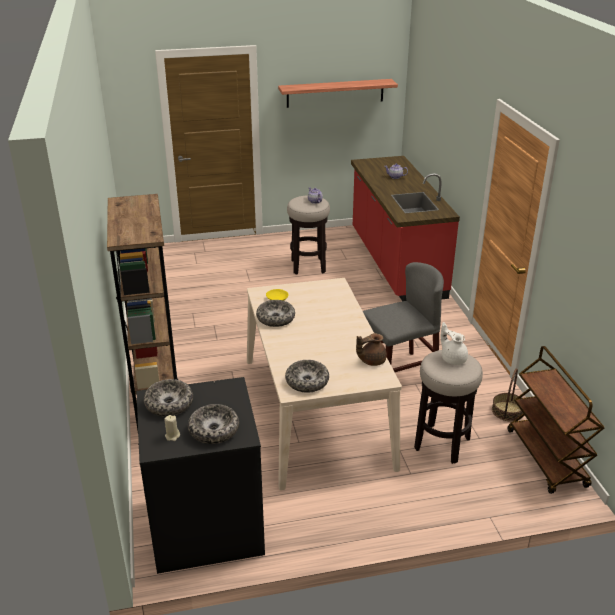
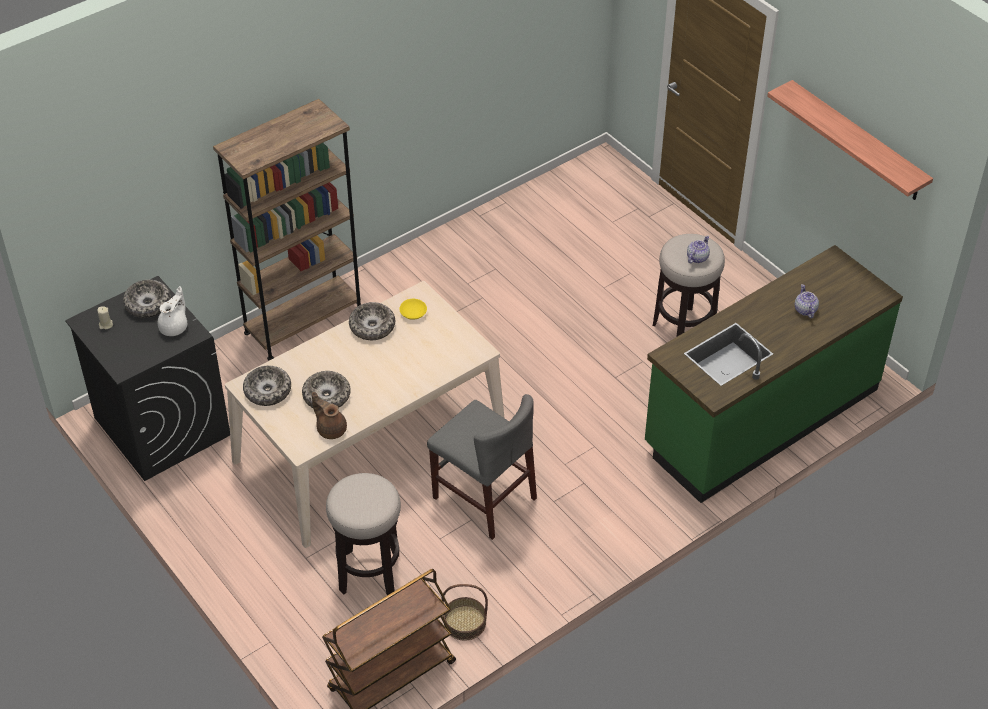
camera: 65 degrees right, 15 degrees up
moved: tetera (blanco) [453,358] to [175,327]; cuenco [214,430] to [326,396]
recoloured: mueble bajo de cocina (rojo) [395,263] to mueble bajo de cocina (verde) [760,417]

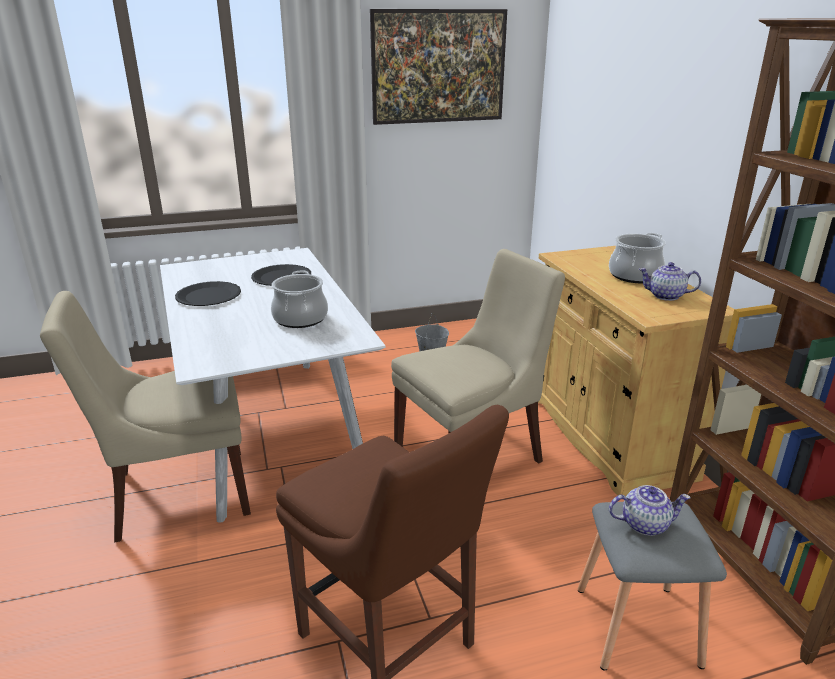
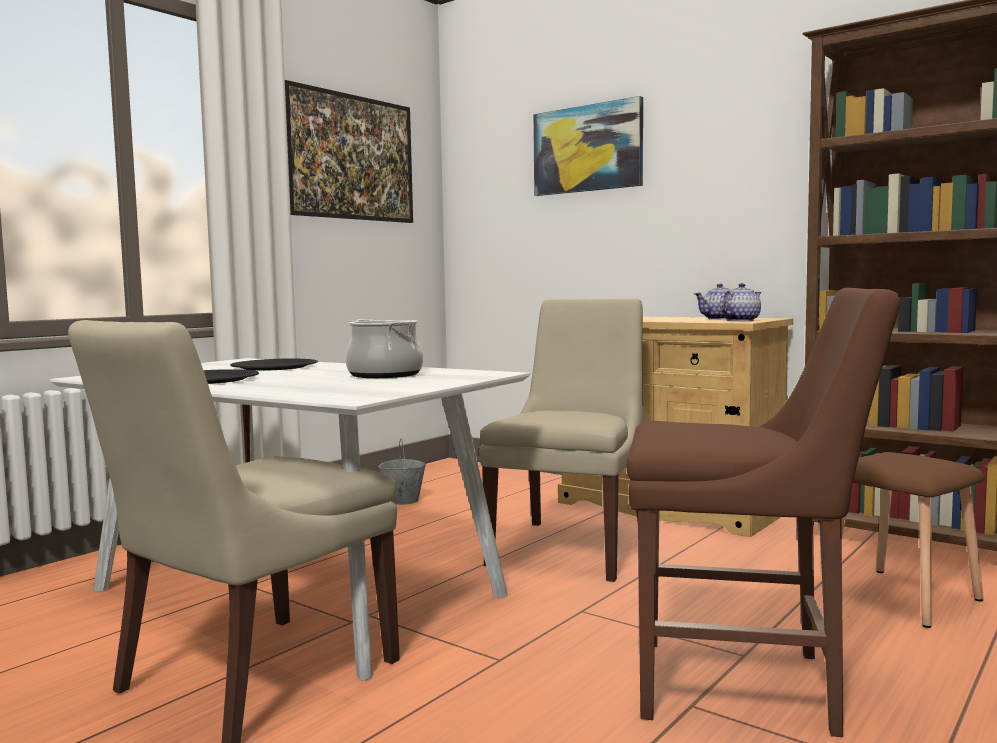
camera: 35 degrees left, 20 degrees down
removed: olla [635,276]
added: cuadro [587,149]
moved: tetera [645,524] to [740,320]
recoloured: taburete (gris) [635,624] to taburete (marrón) [898,596]

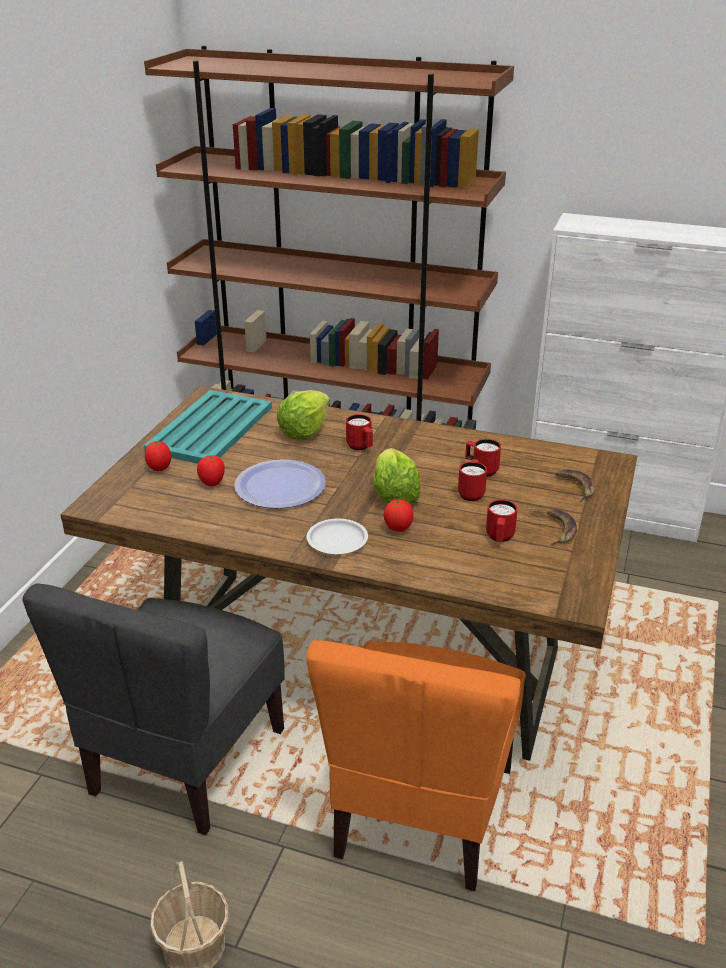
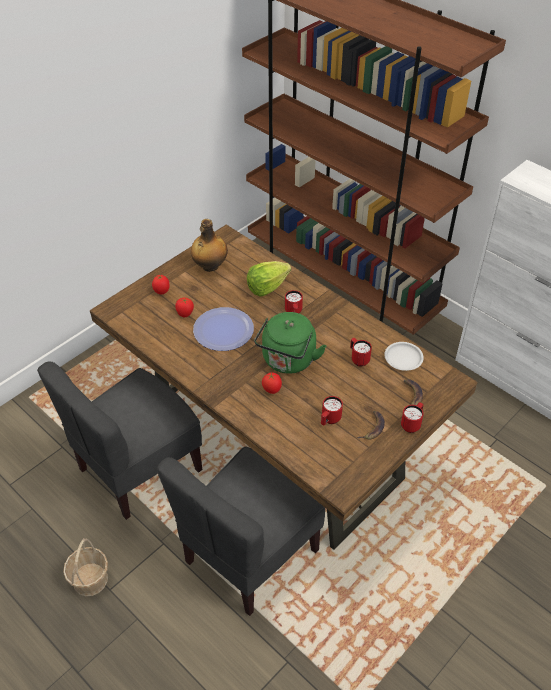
camera: 25 degrees right, 15 degrees up
moved: plato (blanco) [337,540] to [403,358]; taza grande (rojo) [471,493] to [412,424]
replaced: bandeja (turquesa) [209,429] to botella [210,266]; lechuga [394,495] to hervidor (verde) [288,361]
recoloured: silla (naranja) [421,811] to silla (gris) [249,555]

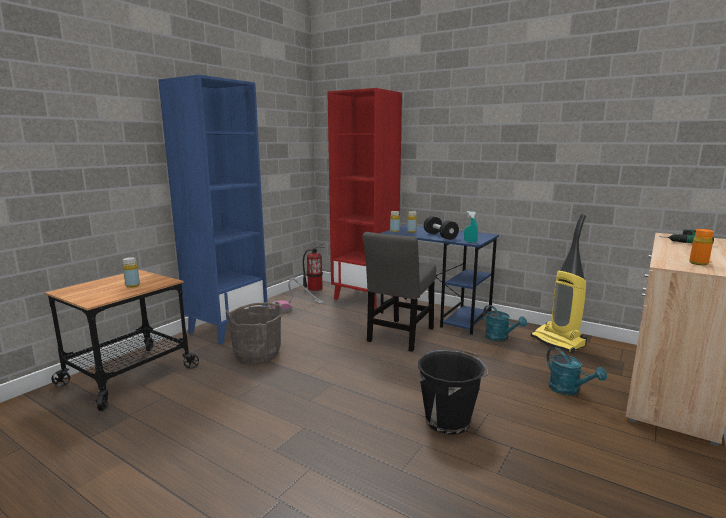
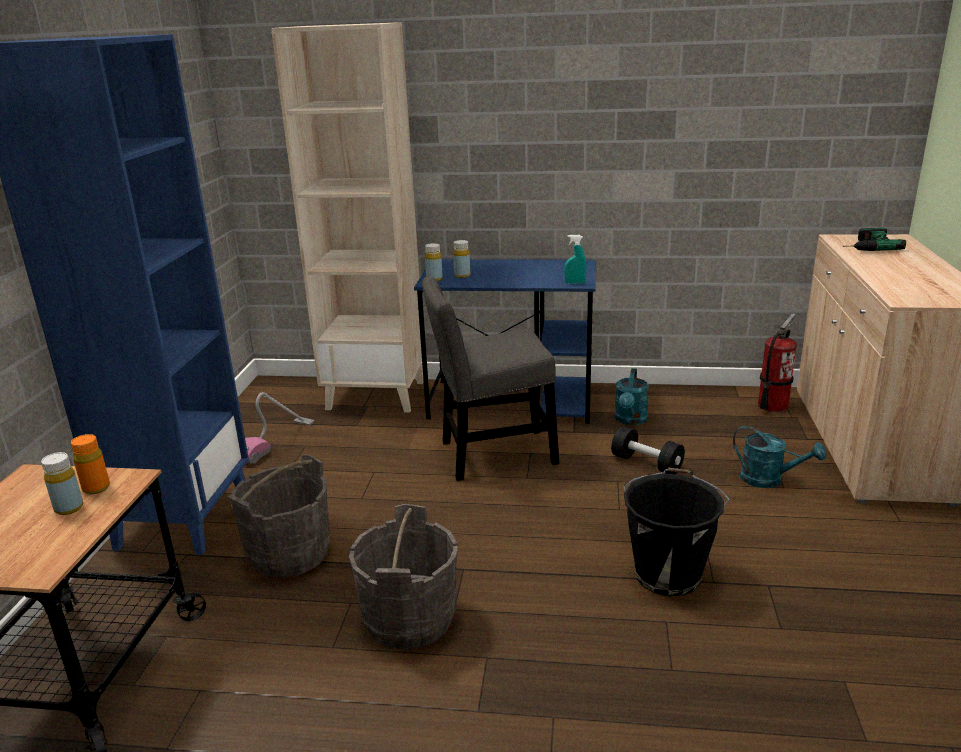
camera: 25 degrees left, 10 degrees up
removed: aspiradora [559,342]
added: cubo (gris) [409,618]
moved: botella (naranja) [698,263] to [96,488]; mancuerna (negro) [440,236] to [646,463]; extintor [314,288] to [772,406]
recoloured: estantería (rojo) [365,298] to estantería (beis) [377,395]
turned: silla (gris) [400,336] = [492,454] 75 degrees clockwise; regadera (turquesa) [500,338] = [630,420] 75 degrees clockwise

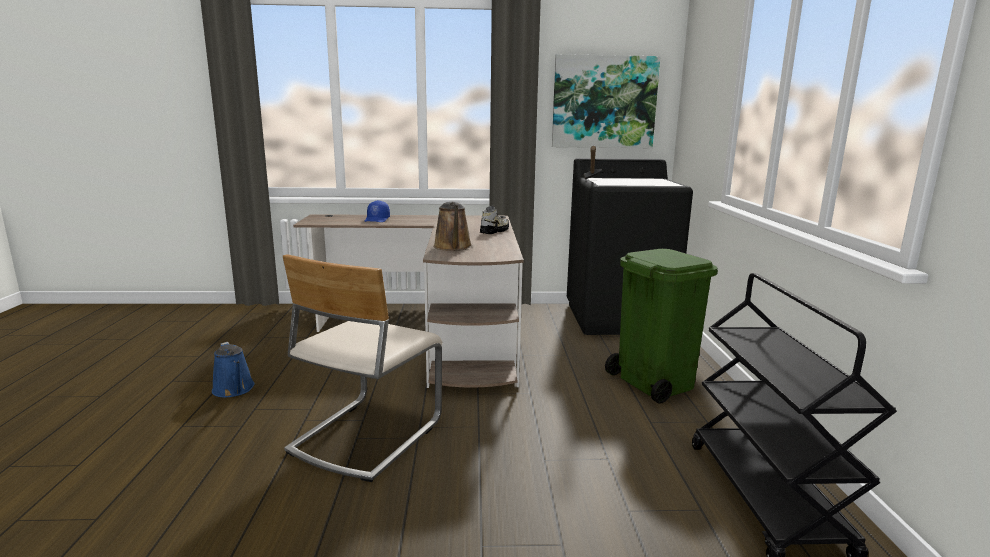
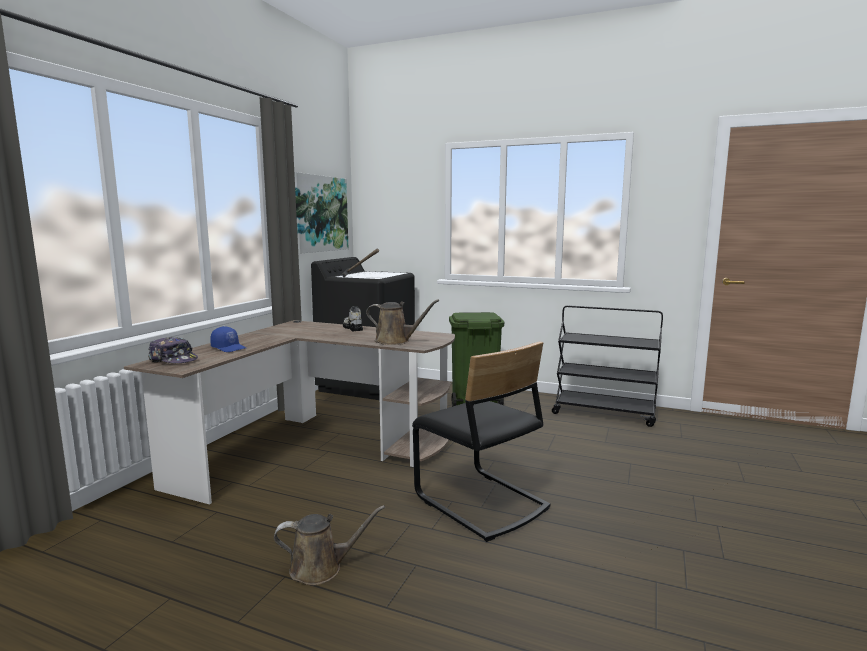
camera: 65 degrees left, 5 degrees down
added: gorra [173,359]
recoloured: regadera (azul) [234,390] to regadera (marrón) [321,568]; silla (beis) [366,436] to silla (negro) [480,503]

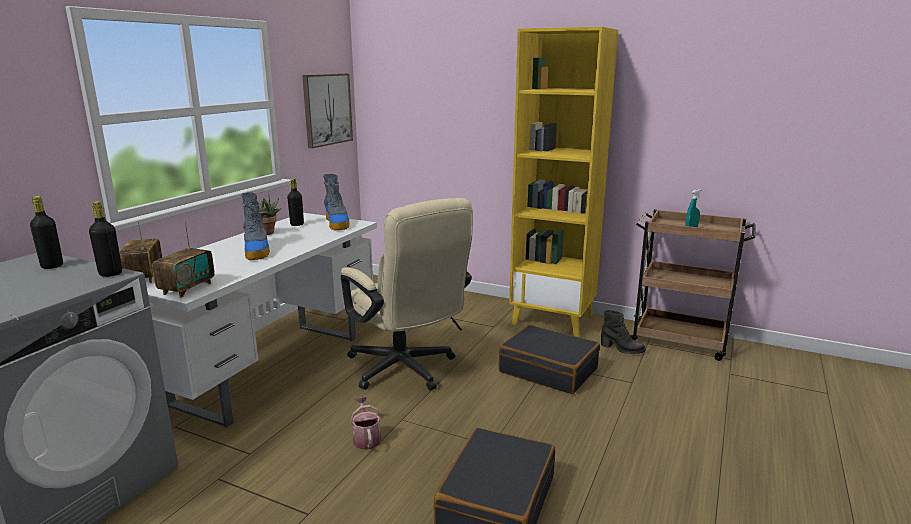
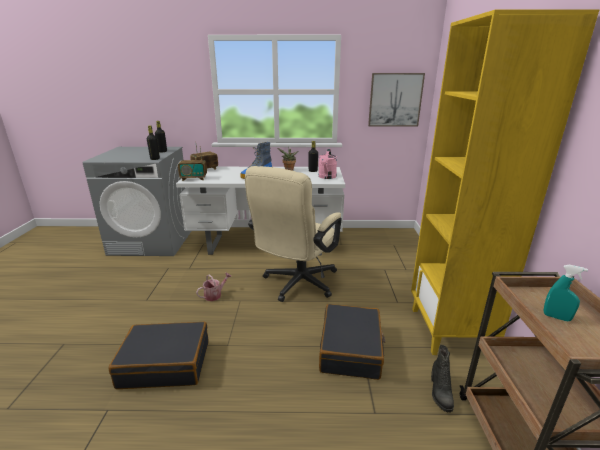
camera: 65 degrees right, 5 degrees up
replaced: bota [337,224] to regadera (rosa) [327,177]

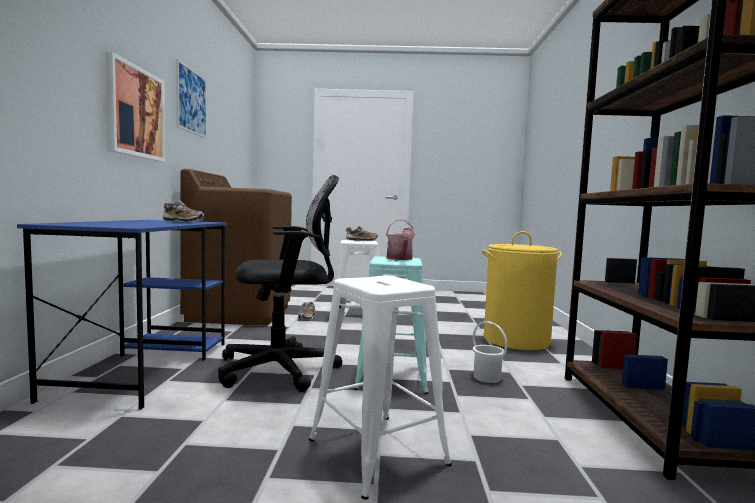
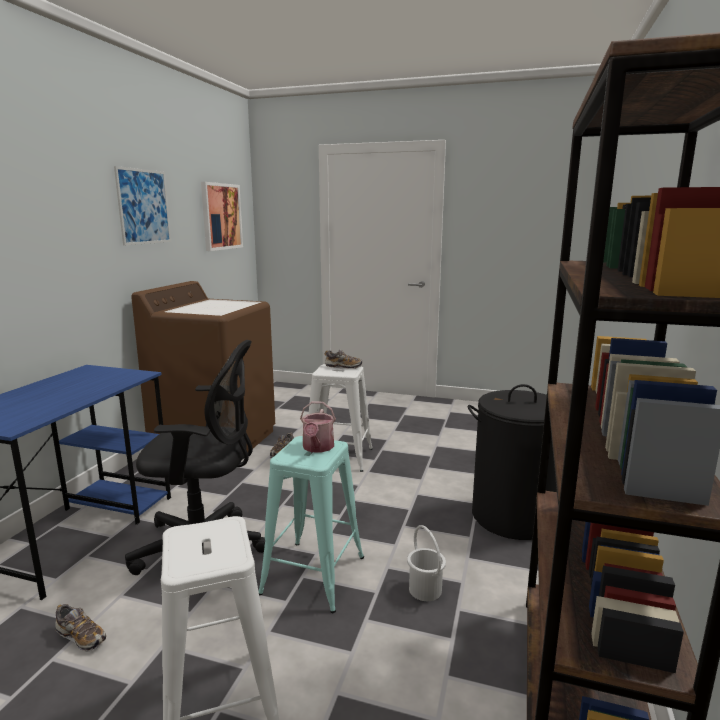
camera: 15 degrees right, 10 degrees up
moved: zapato [183,222] to [81,637]; cuadro [135,112] to [221,216]
recoloured: cesto de la ropa (amarillo) [516,340] to cesto de la ropa (negro) [513,516]

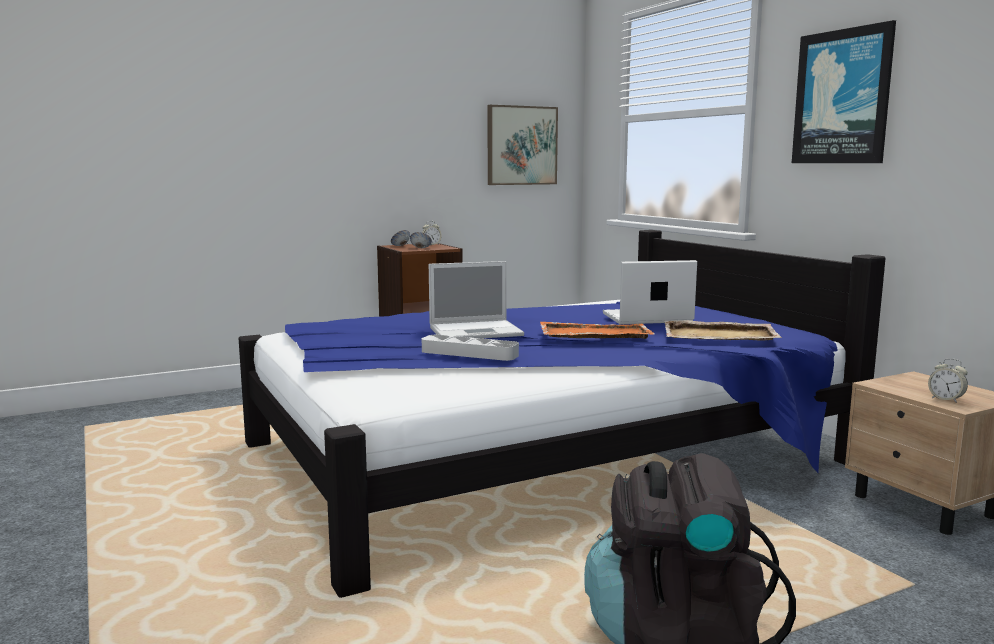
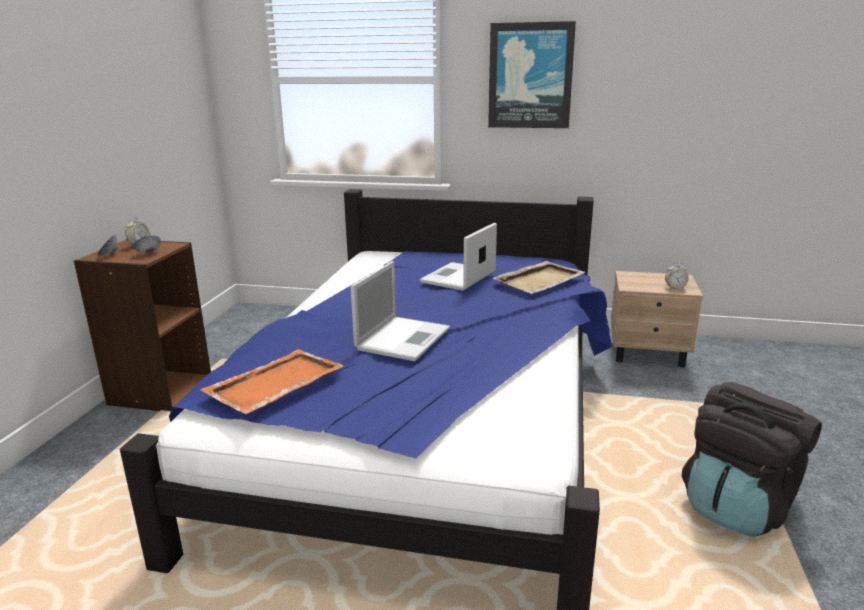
camera: 50 degrees left, 10 degrees up
removed: bandeja (gris) [469,353]; cuadro [521,145]
moved: bandeja (naranja) [594,334] to [274,384]

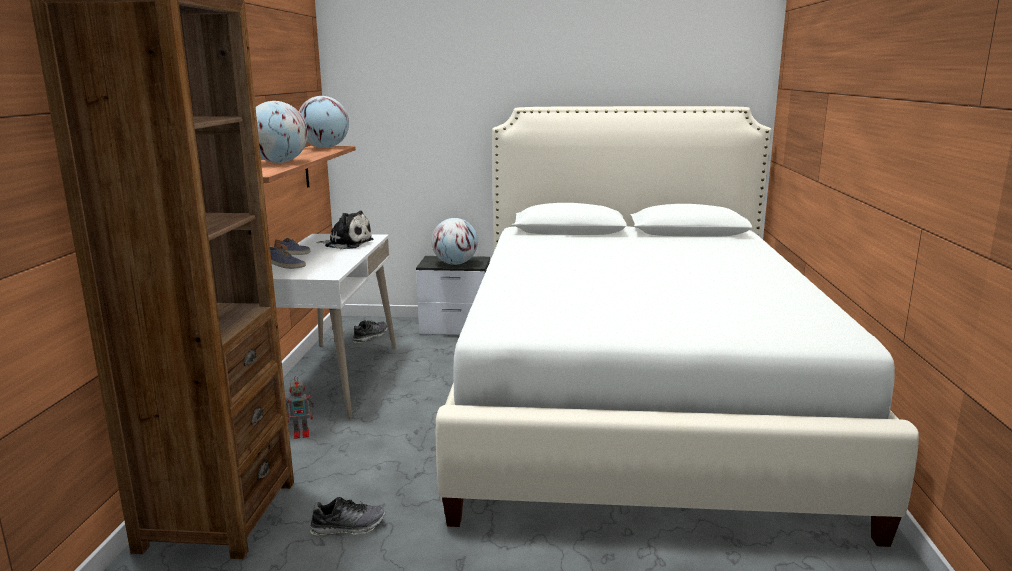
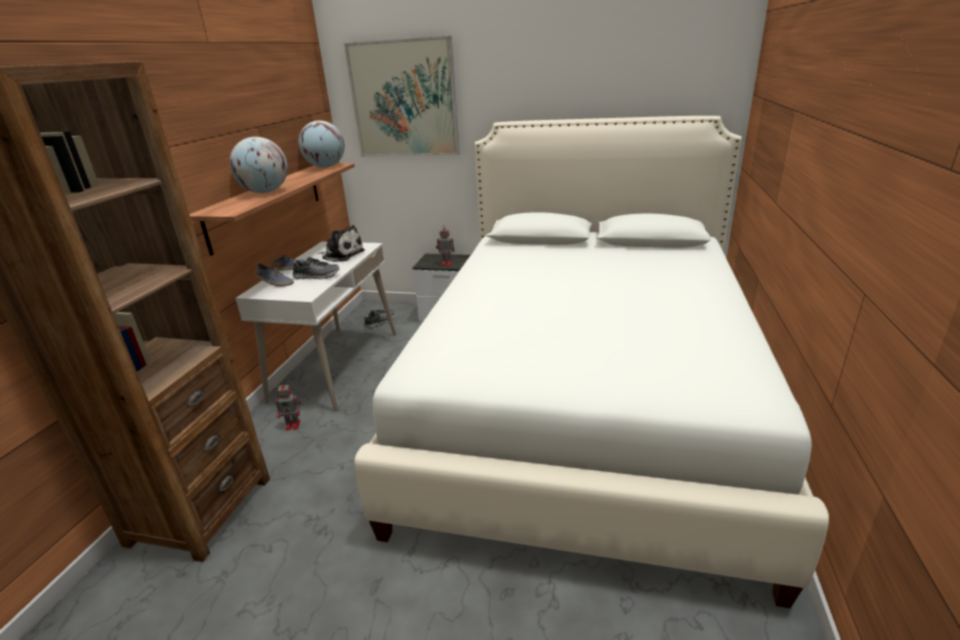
camera: 10 degrees right, 10 degrees up
added: cuadro [404,99]
moved: zapato [348,527] to [317,276]
replaced: globo terráqueo [455,263] to robot de juguete [446,263]

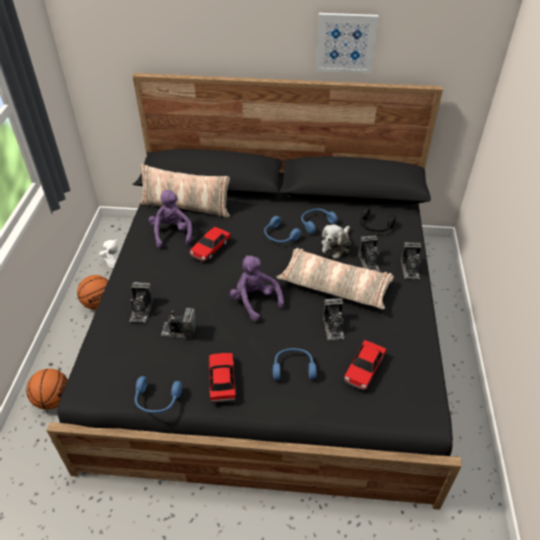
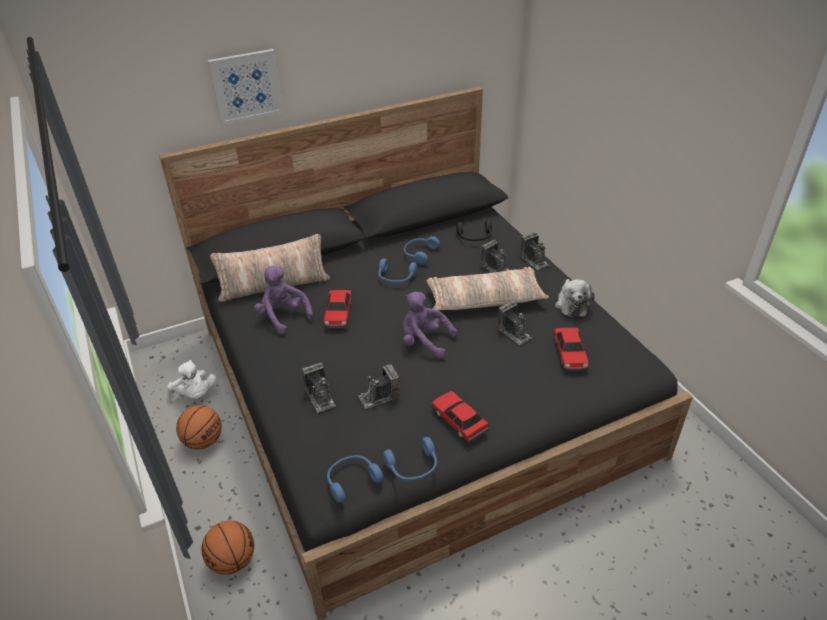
camera: 30 degrees left, 5 degrees down
moved: cuadro [345,43] to [246,86]; auriculares (azul) [293,367] to [352,480]; peluche [336,246] to [571,304]

